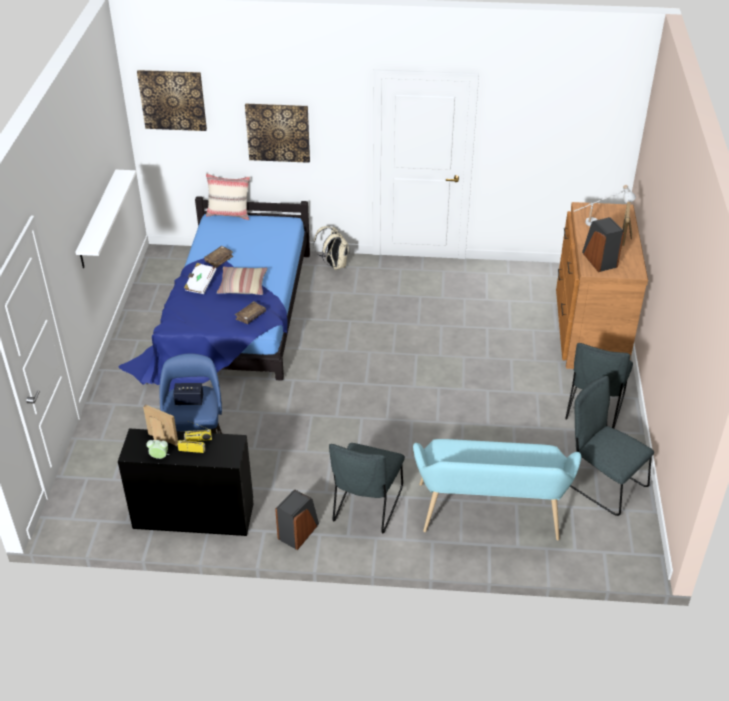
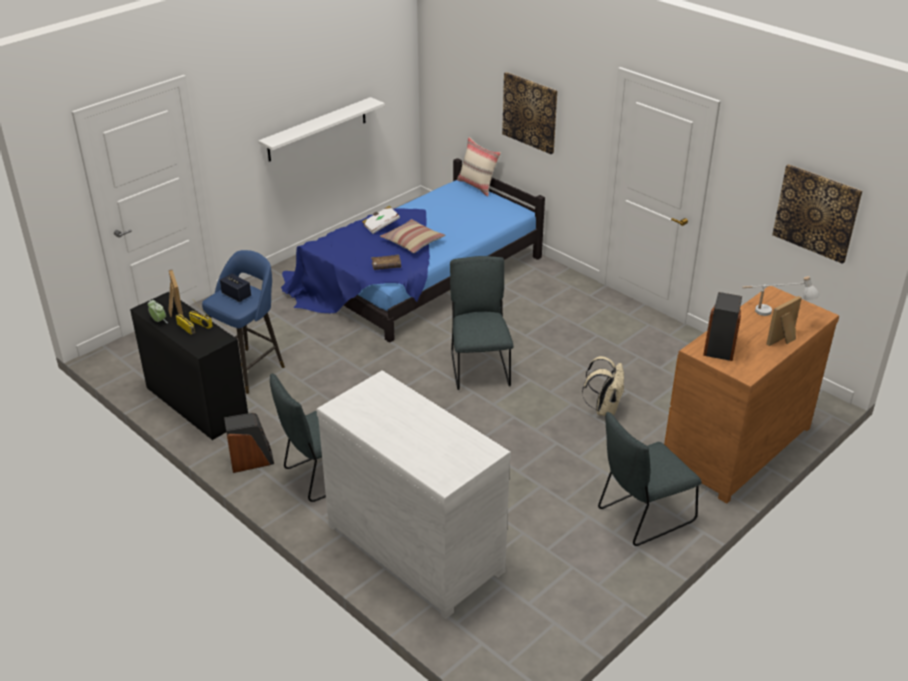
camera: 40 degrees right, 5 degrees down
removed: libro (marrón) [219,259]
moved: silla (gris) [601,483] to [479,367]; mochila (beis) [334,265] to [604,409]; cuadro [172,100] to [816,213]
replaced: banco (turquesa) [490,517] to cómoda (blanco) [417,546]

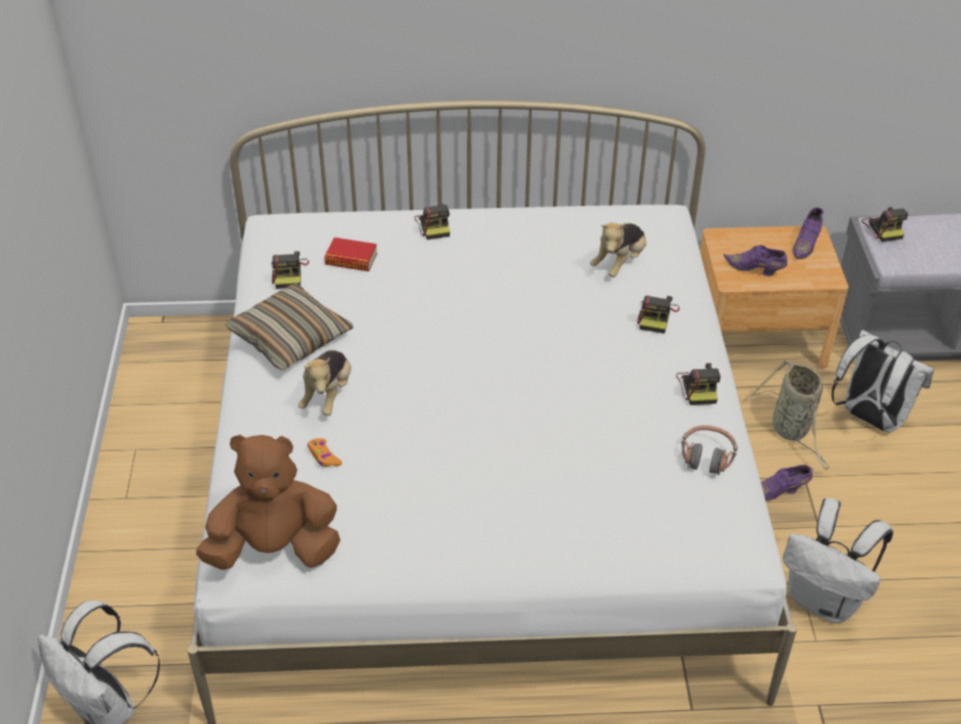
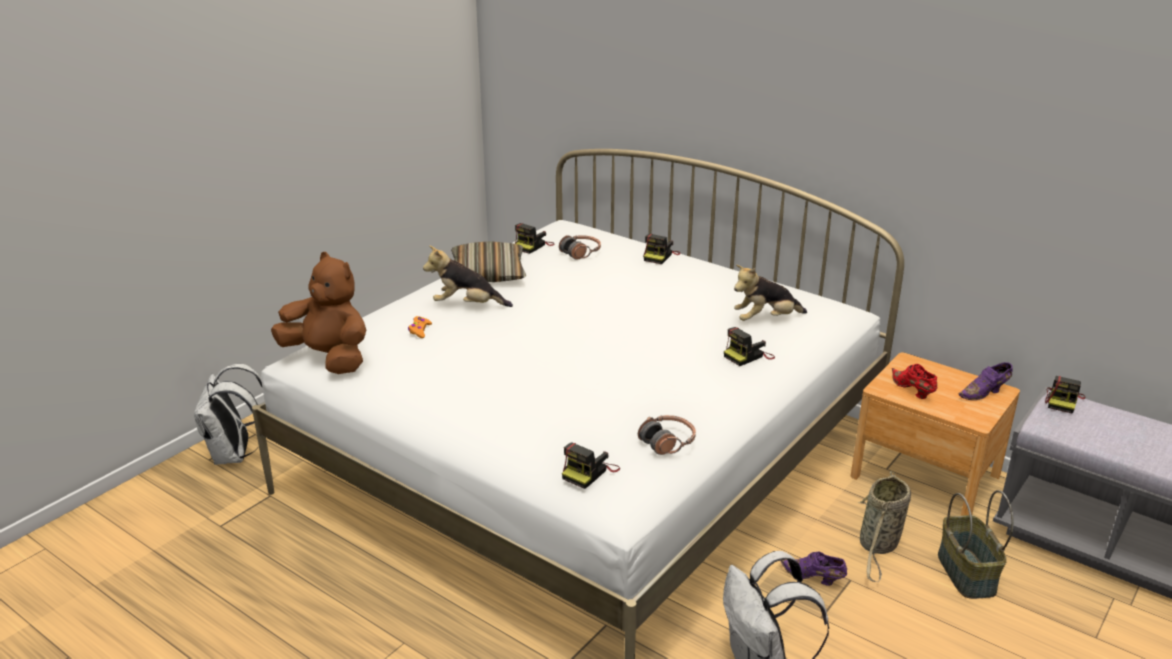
camera: 40 degrees right, 15 degrees down
moved: cámara [698,387] to [589,472]
replaced: libro [351,259] to auriculares [580,253]; mochila (blanco) [869,418] to cesta [965,573]
recoloured: zapato (morado) [755,270] to zapato (rojo) [912,390]
turned: peluche [328,395] = [467,305] 45 degrees clockwise

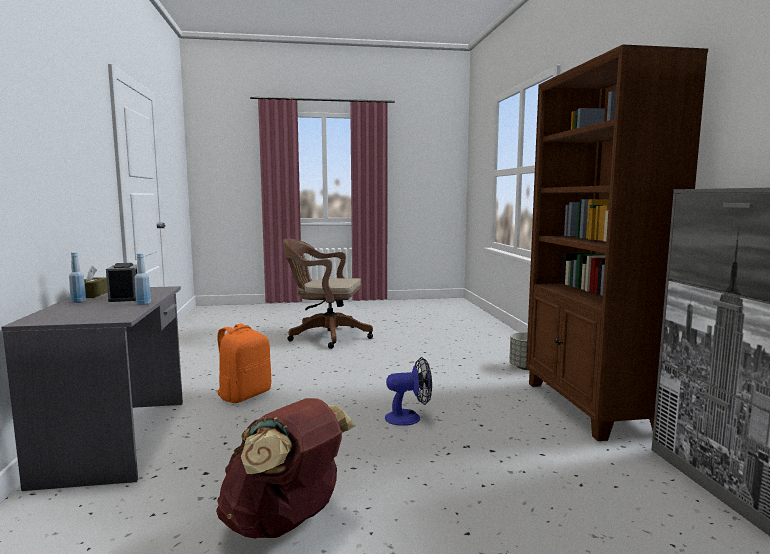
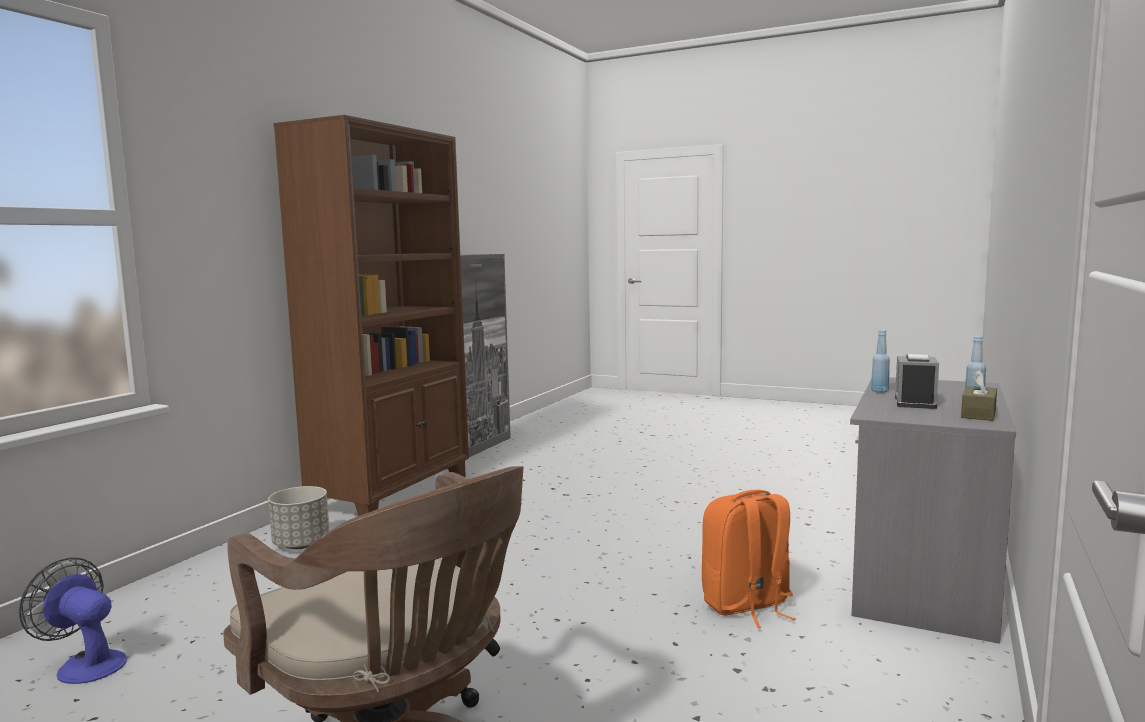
camera: 145 degrees left, 0 degrees up
removed: mochila (marrón) [285,523]
moved: ventilador [409,417] to [84,664]

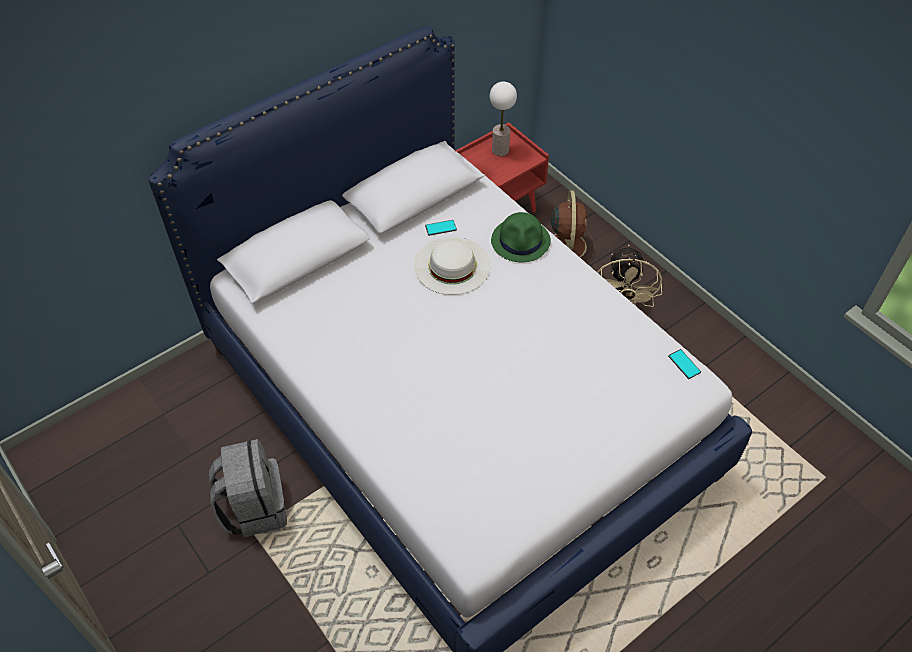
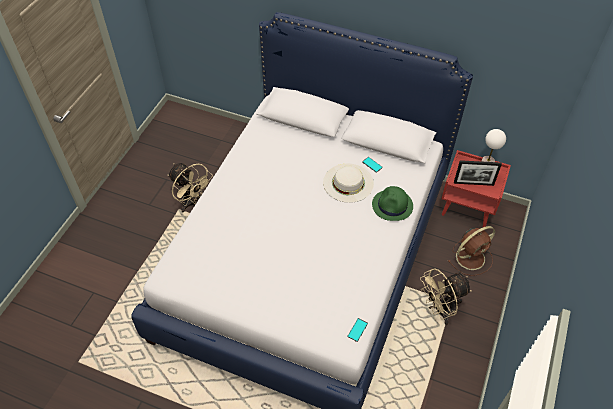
camera: 60 degrees right, 0 degrees up
added: portarretratos [473,183]
replaced: mochila (gris) [254,507] to ventilador (beis) [192,203]

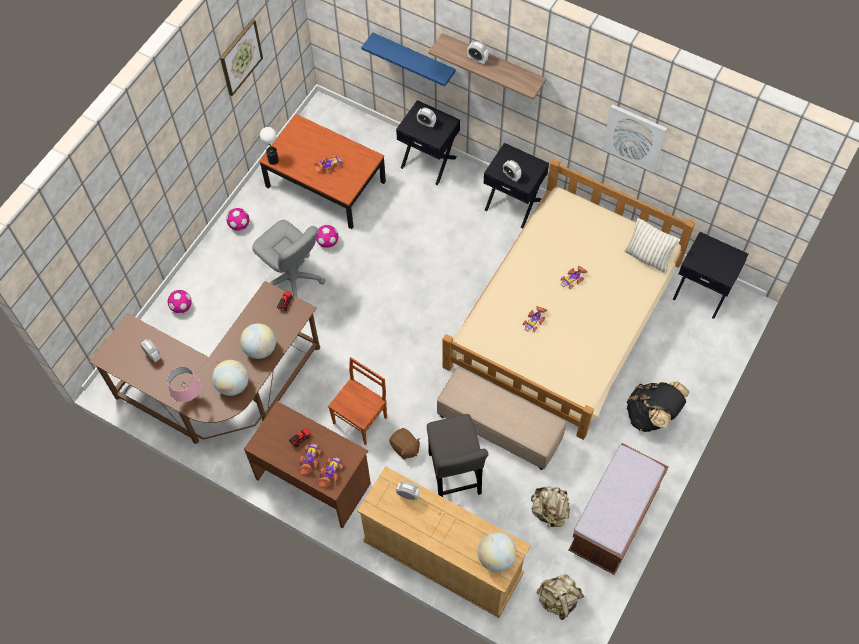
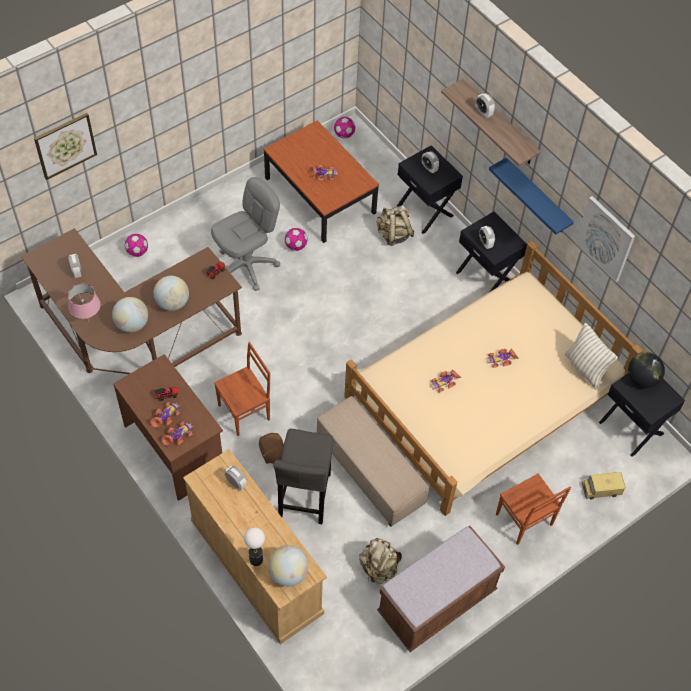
camera: 20 degrees right, 5 degrees down
added: camión de juguete [601,489]; globo terráqueo [642,379]
moved: cuadro [240,57] to [65,145]; lámpara de mesa [273,160] to [256,559]; balón de fútbol [239,225] to [344,134]; mochila (beis) [558,600] to [393,235]; estante (azul) [414,59] to [537,197]
replaced: mochila (negro) [651,415] to silla (marrón) [523,520]
turned: silla de oficina (gris) [292,279] = [247,266] 105 degrees counterclockwise

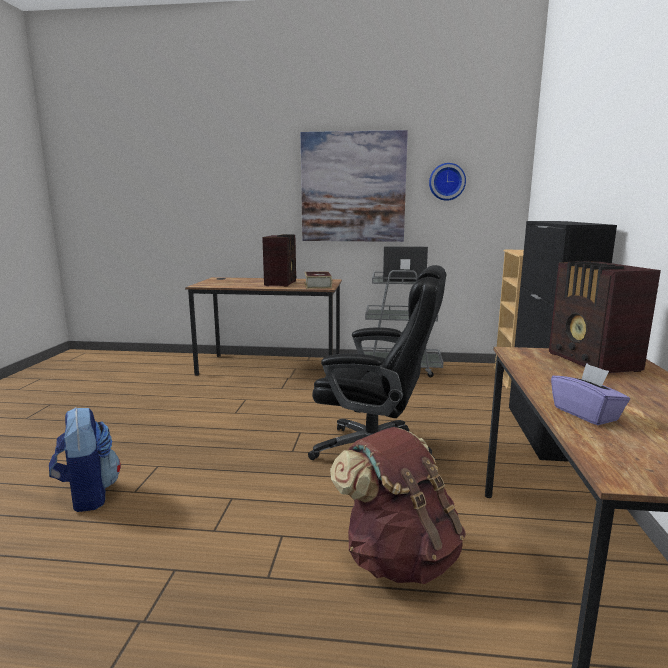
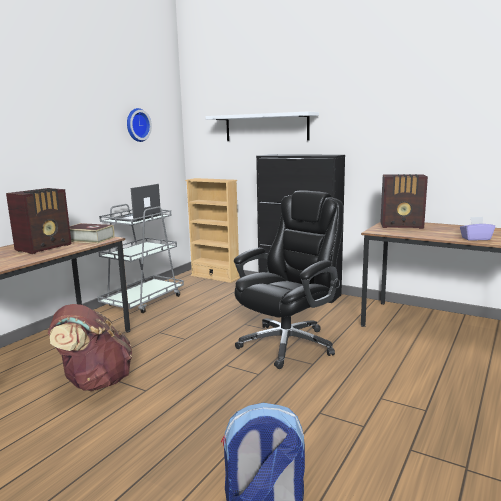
camera: 65 degrees left, 0 degrees up
removed: cuadro [353,187]
added: estante (blanco) [266,127]
moved: mochila (marrón) [399,557] to [95,382]
turned: radio [281,283] = [45,247] 90 degrees clockwise

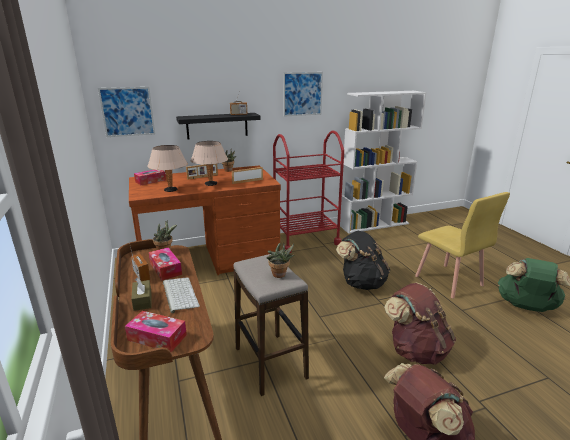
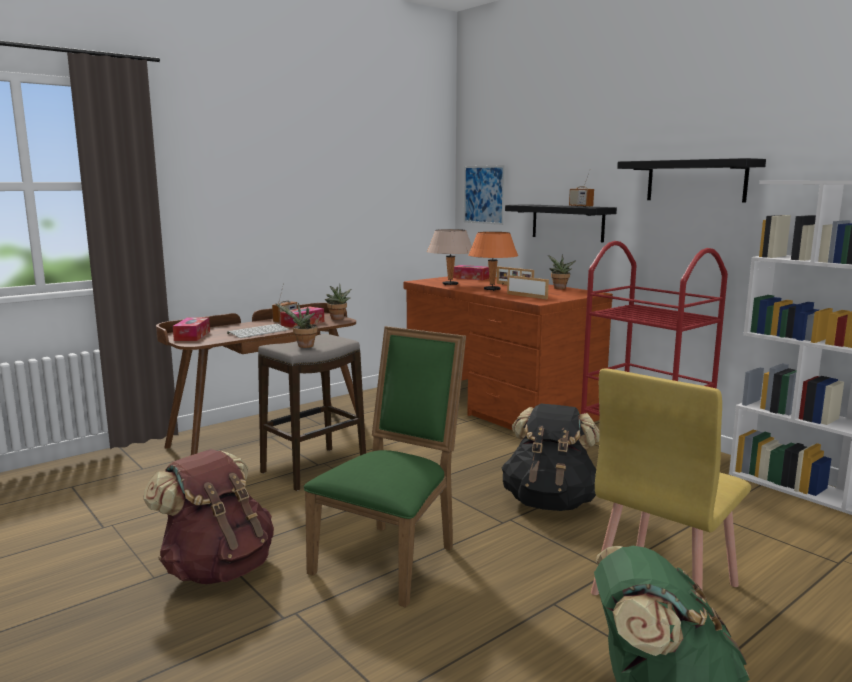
camera: 70 degrees right, 10 degrees down
removed: caja de pañuelos (marrón) [142,300]
replaced: mochila (marrón) [416,350] to silla (verde) [391,557]; cuadro [302,94] to estante (negro) [695,181]
recoloured: lámpara de mesa (beis) [211,184] to lámpara de mesa (naranja) [492,289]

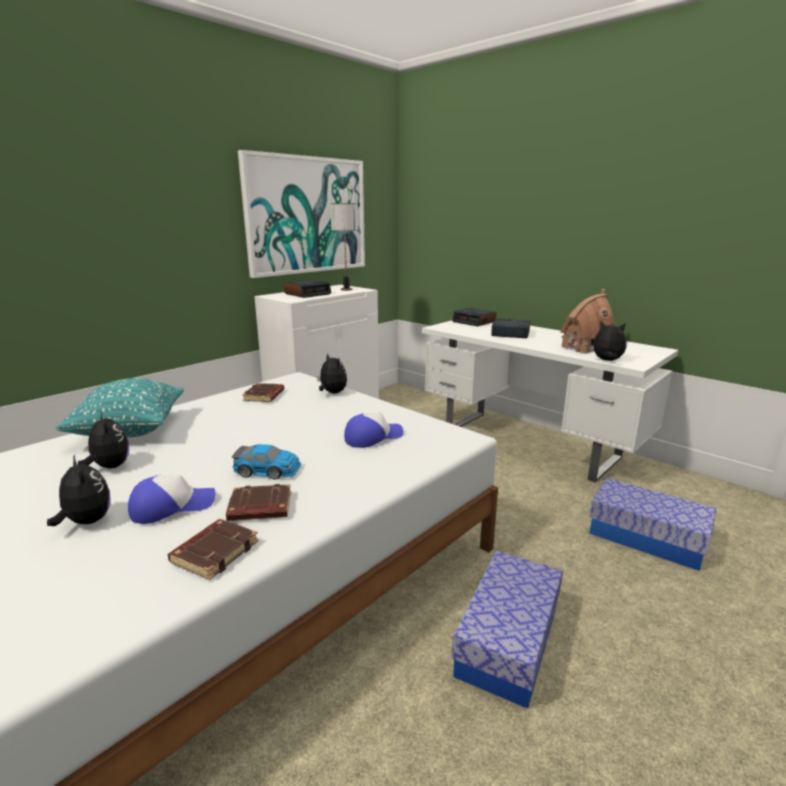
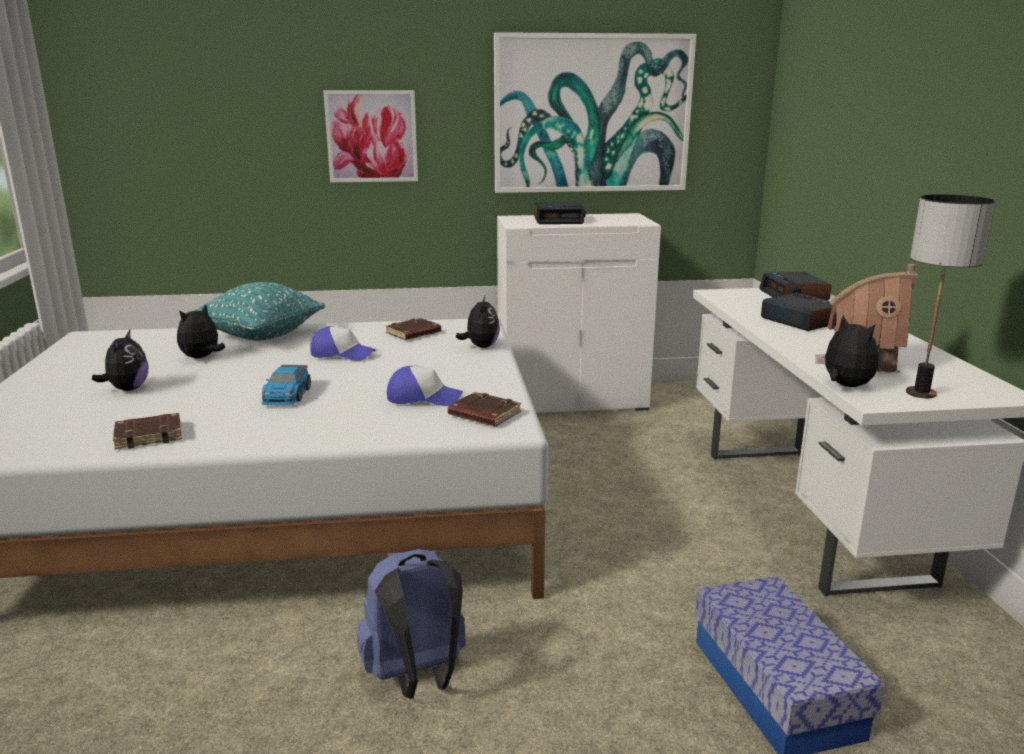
camera: 40 degrees right, 0 degrees up
added: cuadro [372,136]
moved: gorra [172,507] to [342,354]; libro (marrón) [259,508] to [483,415]; lámpara de mesa [346,289] to [920,393]
replaced: caja de almacenaje [508,641] to mochila (azul) [417,678]
turned: peluche [110,466] = [202,358] 150 degrees counterclockwise; coche de juguete [268,470] = [287,396] 45 degrees clockwise

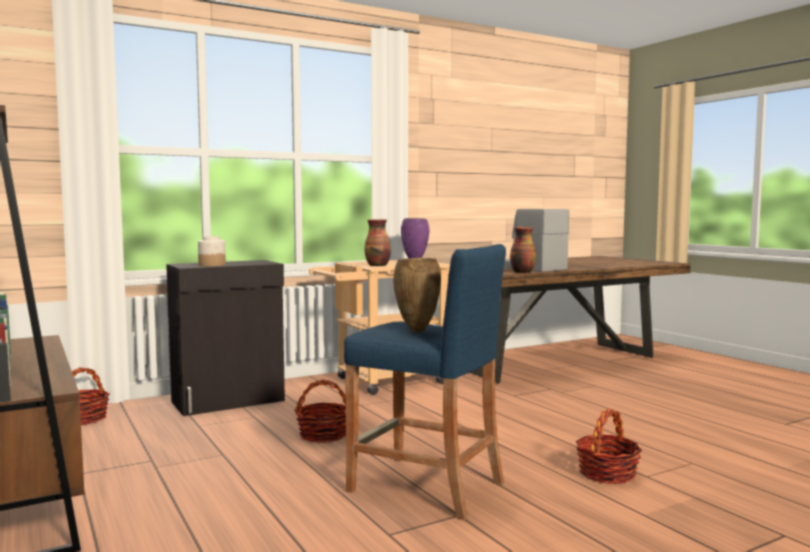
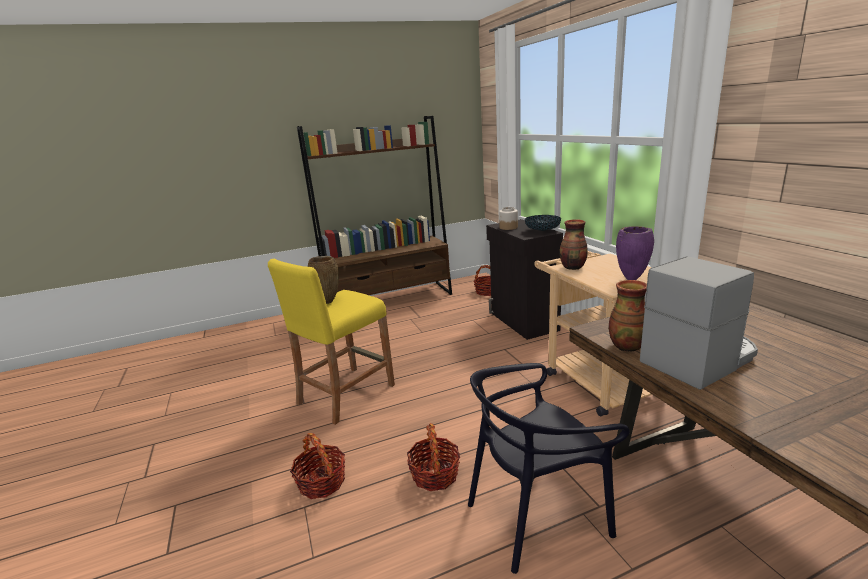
camera: 100 degrees right, 15 degrees up
added: silla (negro) [537,515]; cuenco [542,231]
moved: cesta [323,435] to [435,474]
recoloured: taburete (azul) [426,487] to taburete (amarillo) [346,394]

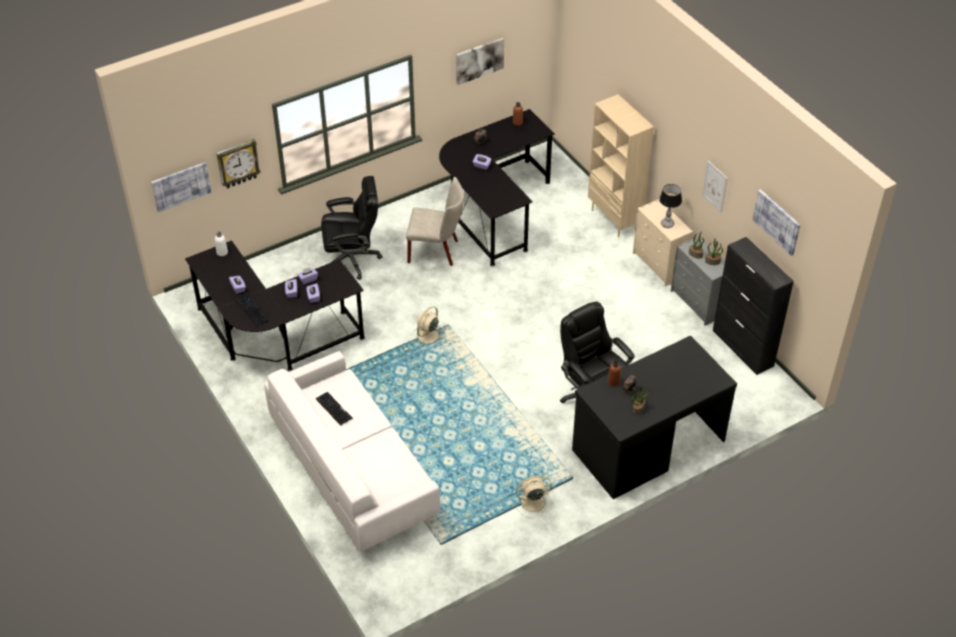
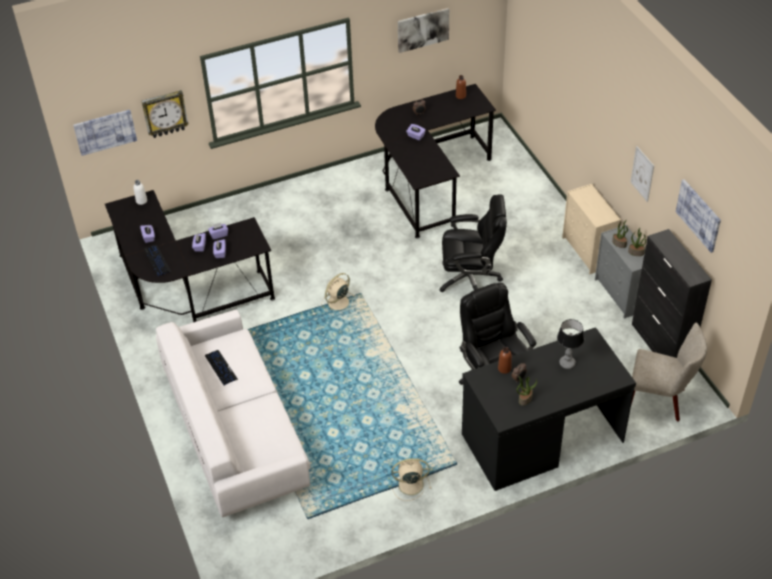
camera: 10 degrees right, 0 degrees up
removed: estantería (beis) [614,219]
moved: silla de oficina (negro) [352,259] to [471,279]; lámpara de mesa [667,224] to [567,363]; silla (beis) [436,251] to [660,400]

